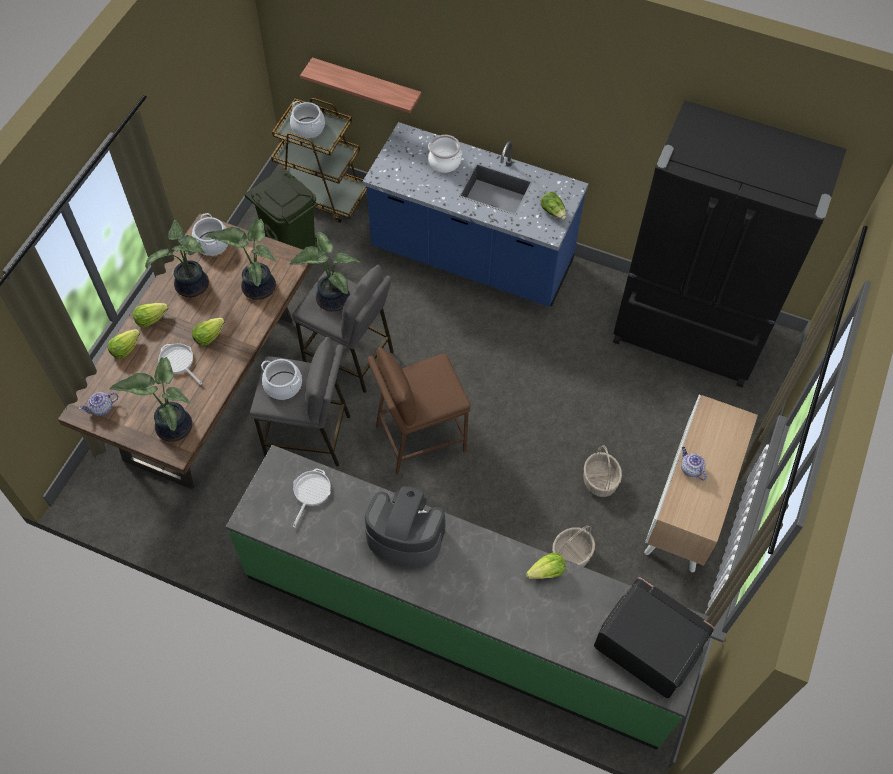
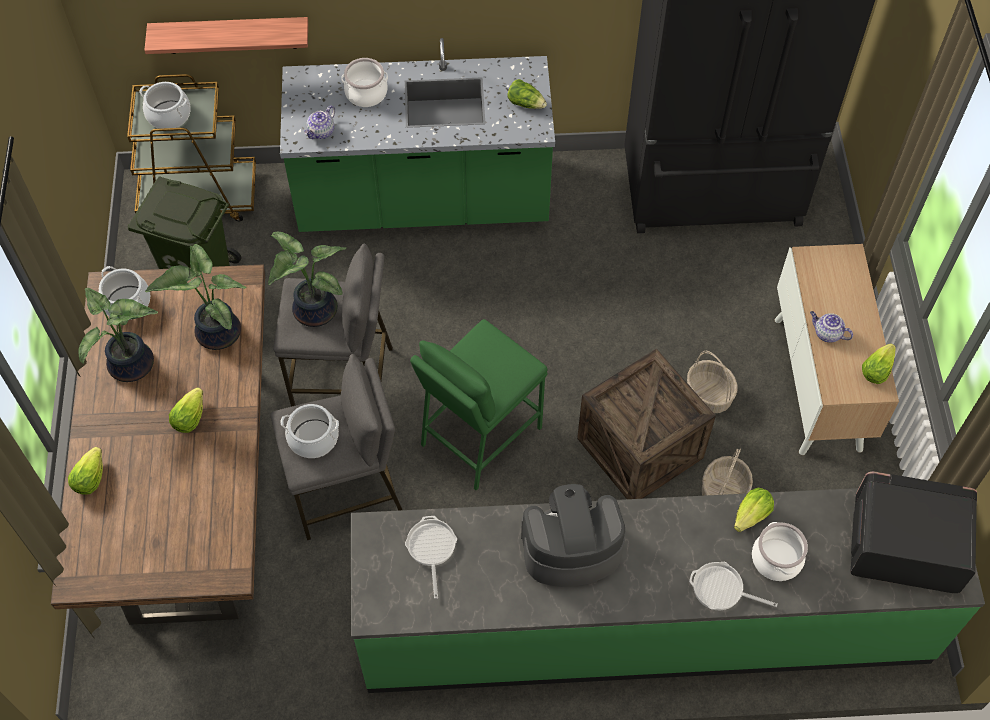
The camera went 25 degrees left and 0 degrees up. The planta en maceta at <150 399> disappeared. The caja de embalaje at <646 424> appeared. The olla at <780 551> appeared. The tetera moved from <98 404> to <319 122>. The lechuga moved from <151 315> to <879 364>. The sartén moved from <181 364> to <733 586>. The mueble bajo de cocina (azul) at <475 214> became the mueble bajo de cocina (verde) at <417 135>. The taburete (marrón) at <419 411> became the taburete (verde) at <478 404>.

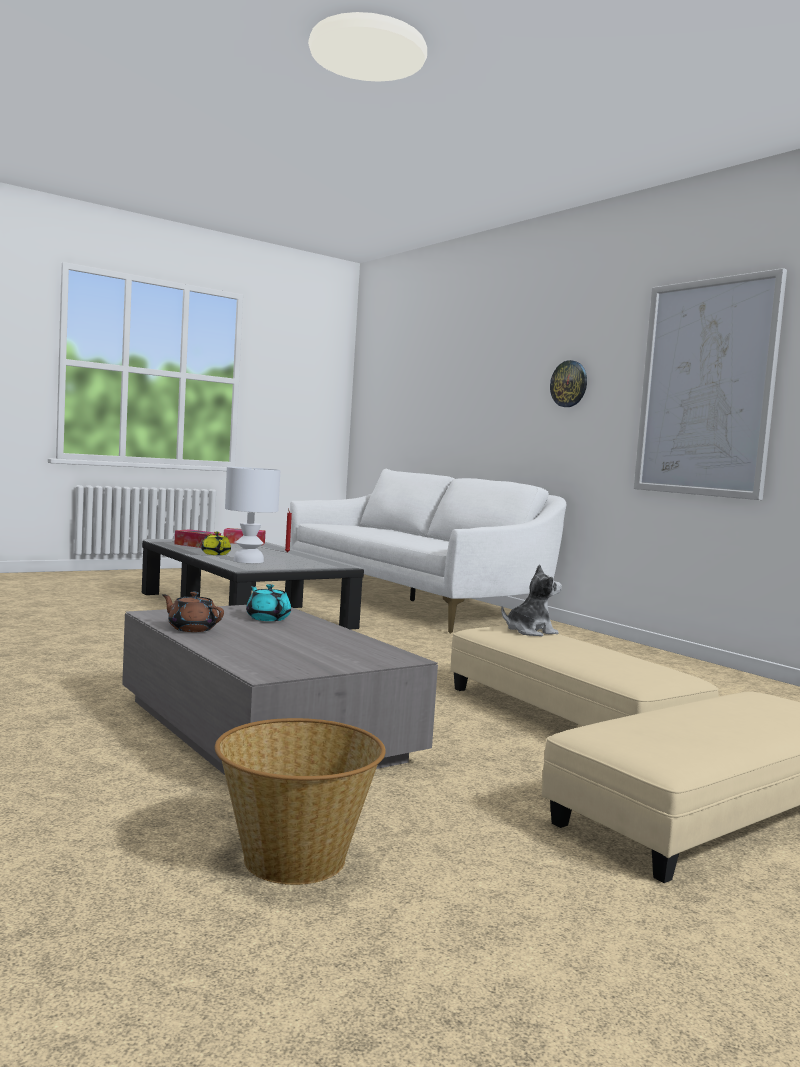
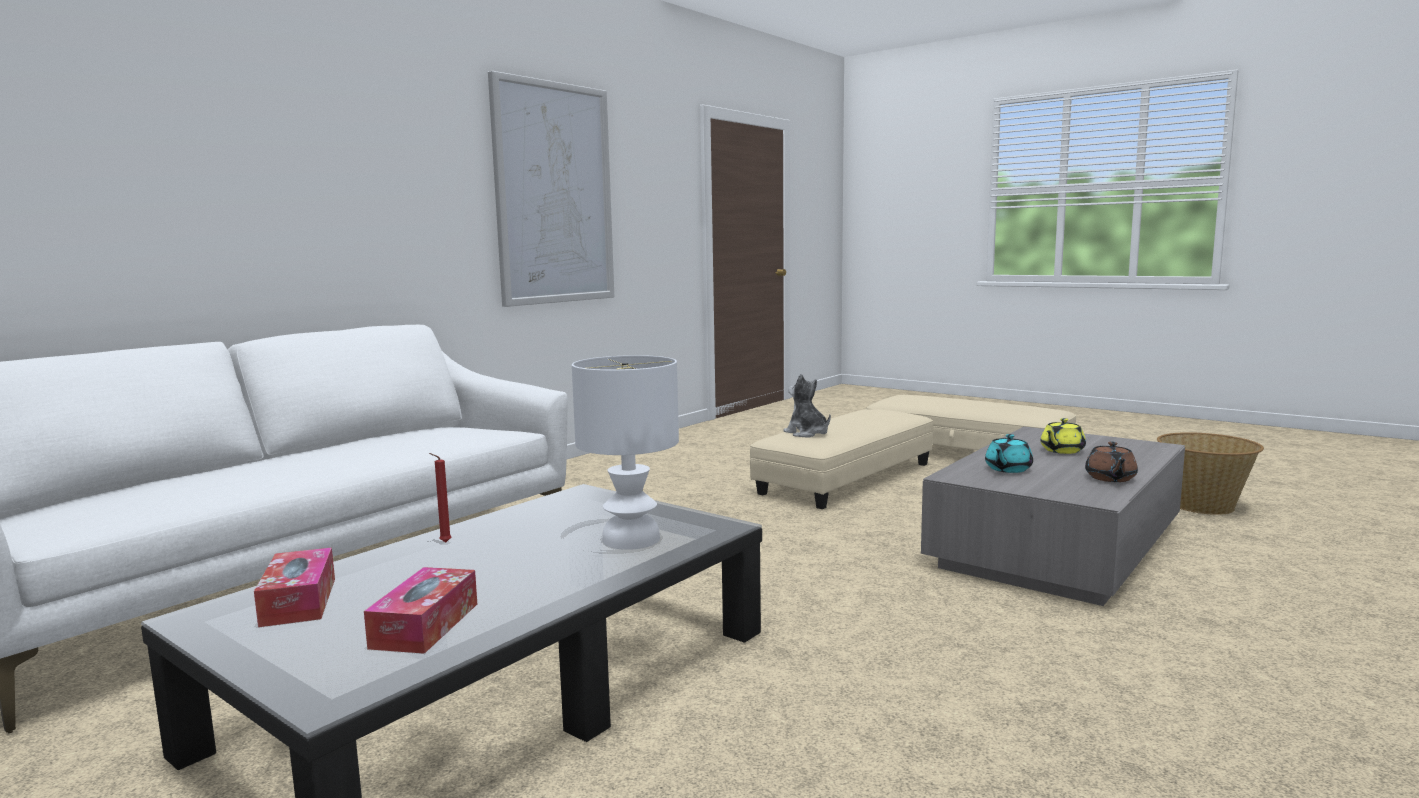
The camera went 105 degrees left and 5 degrees up. The reloj de pared at <568 383> disappeared. The tetera (amarillo) moved from <216 543> to <1063 436>.

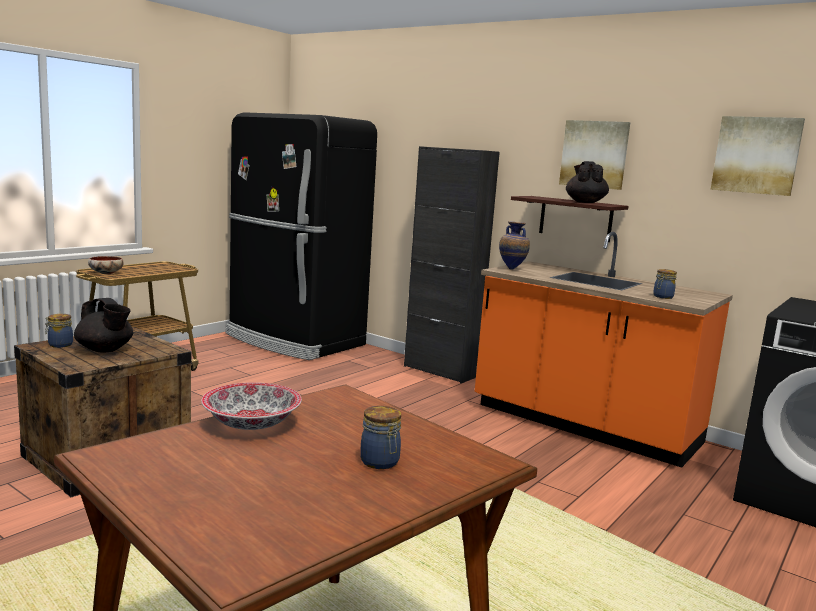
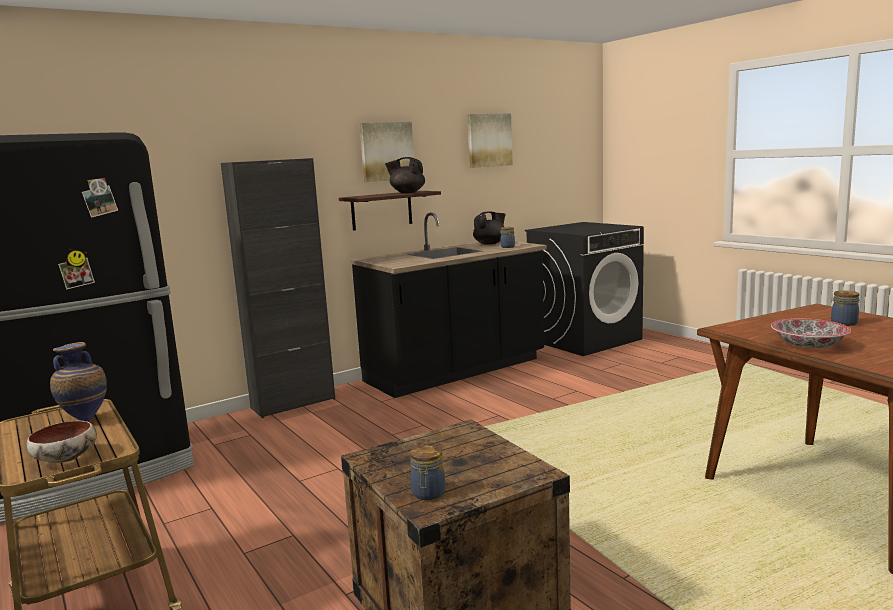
The camera went 70 degrees left and 0 degrees up. The tetera (negro) moved from <103 325> to <489 228>. The florero moved from <514 245> to <78 382>. The mueble bajo de cocina (naranja) at <604 350> became the mueble bajo de cocina (negro) at <448 305>.

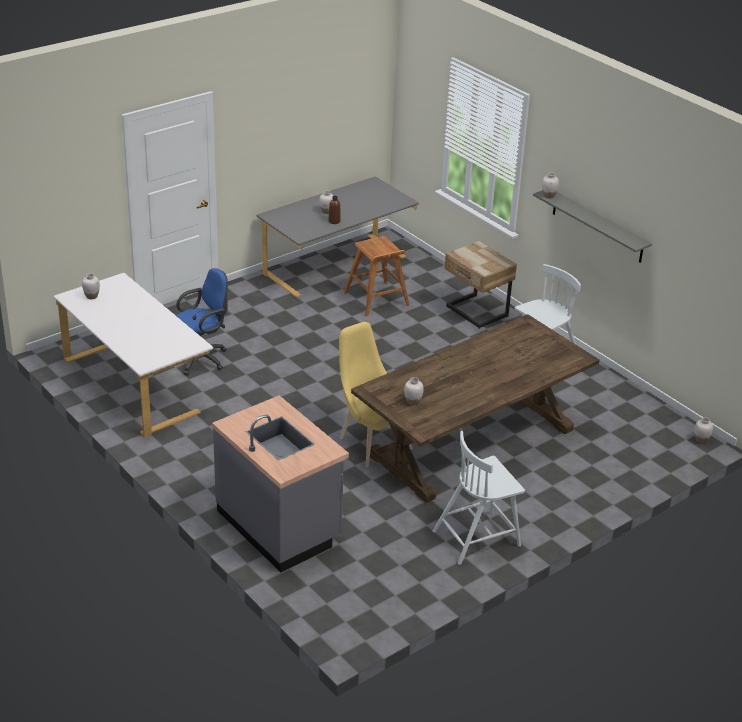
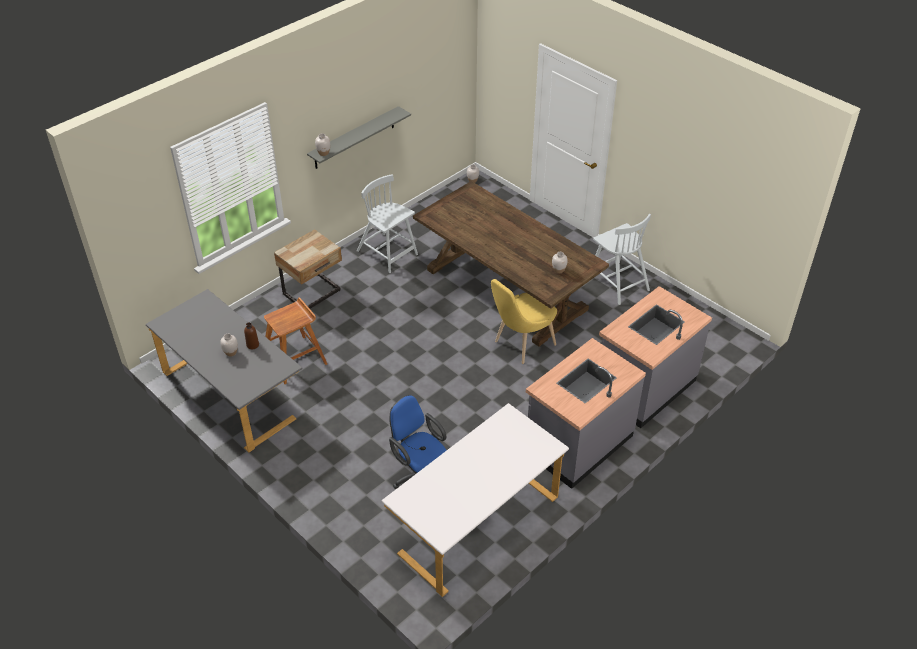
The camera went 95 degrees left and 10 degrees up. The florero (blanco) at <91 286> disappeared. The mueble bajo de cocina (gris) at <586 413> appeared.

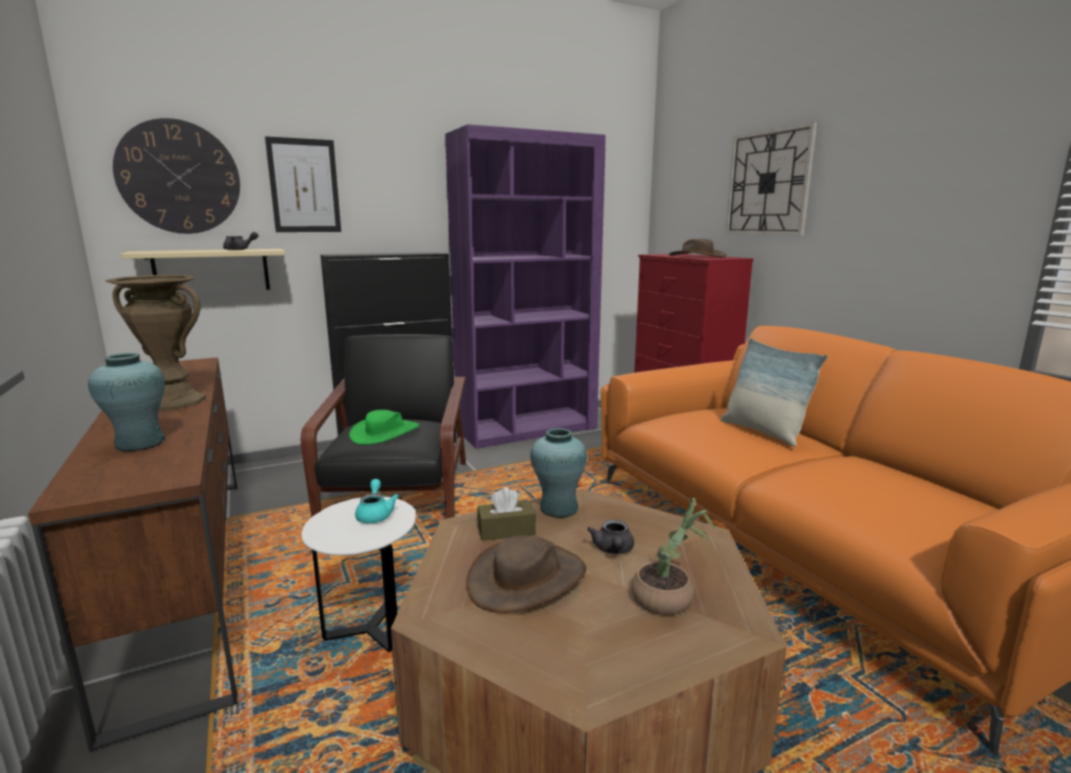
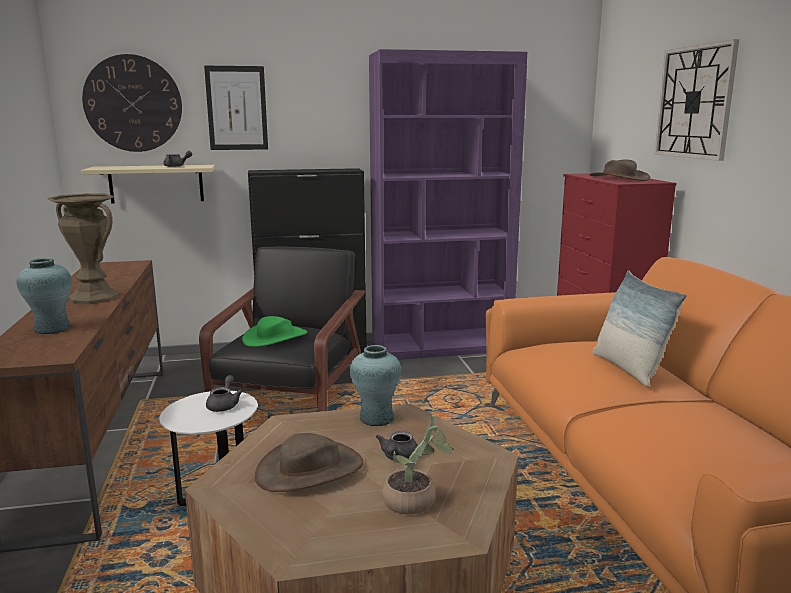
The camera went 15 degrees right and 0 degrees up. The caja de pañuelos (marrón) at <506 514> disappeared. The tetera (turquesa) at <377 501> became the tetera (gris) at <224 393>.

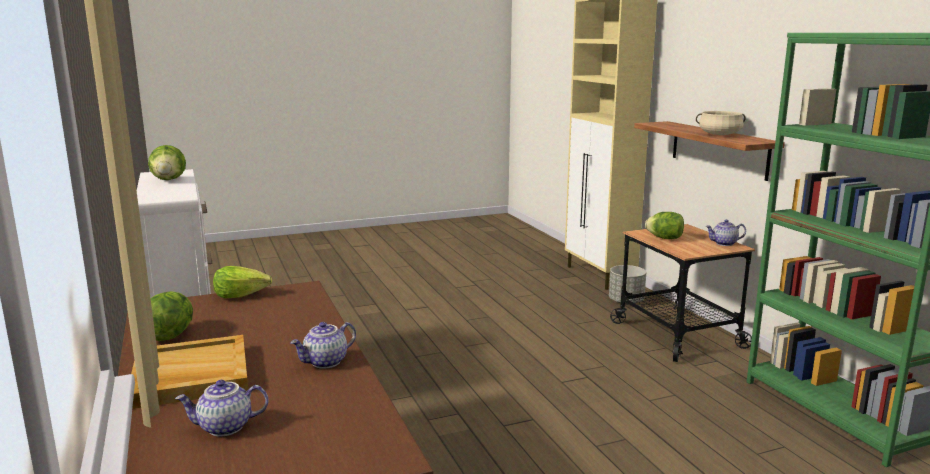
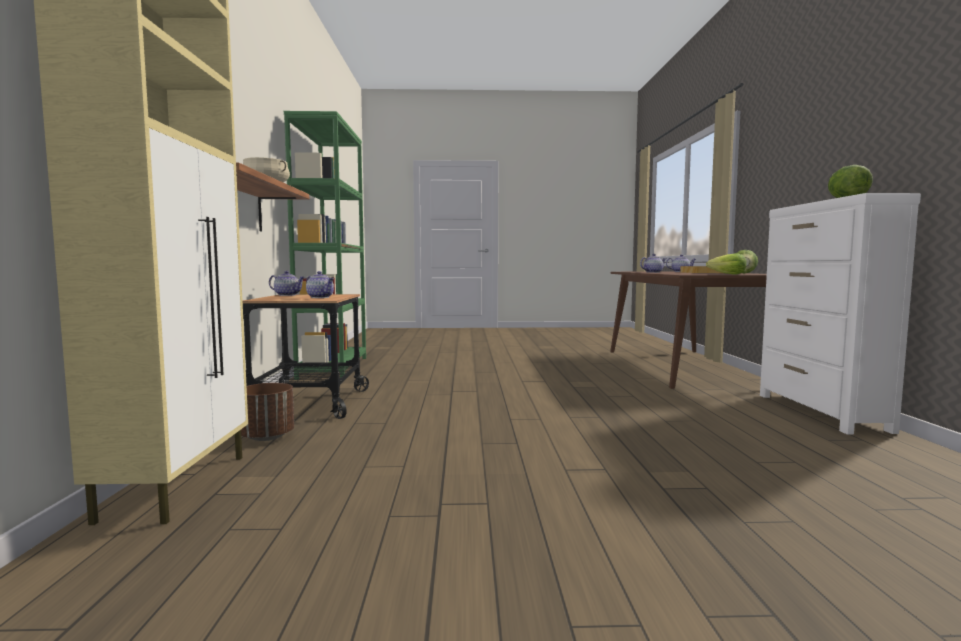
The camera went 160 degrees left and 10 degrees down. The lechuga at <664 225> was replaced by the tetera at <320 284>. The maceta (gris) at <627 285> became the maceta (marrón) at <267 412>.

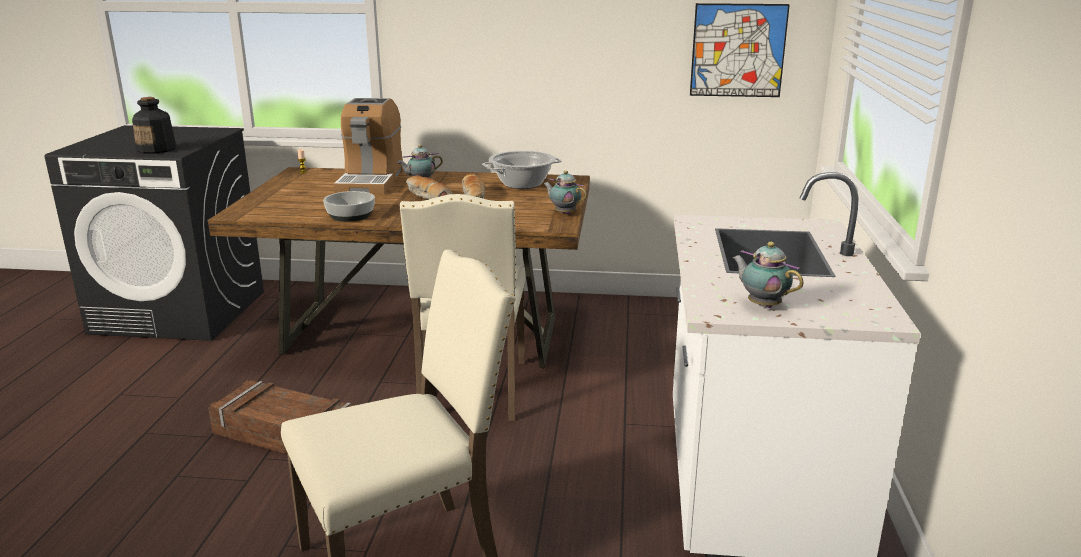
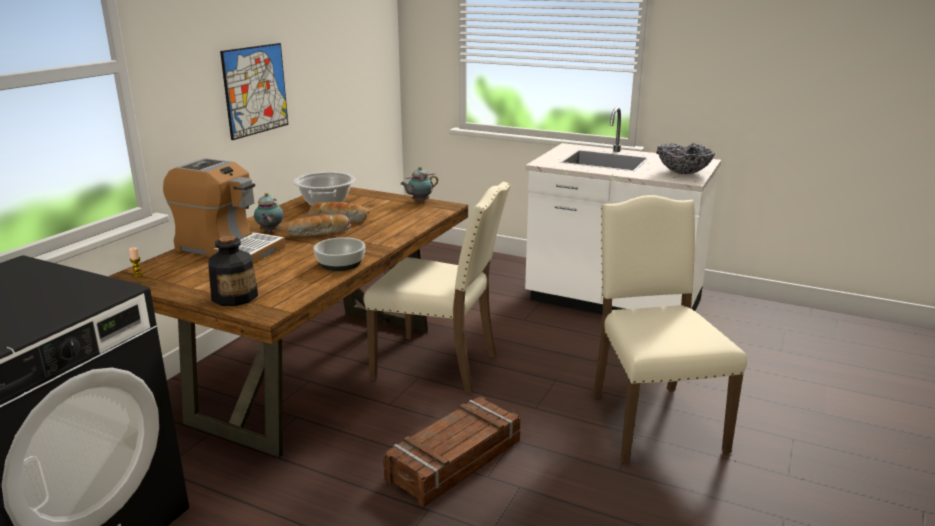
The camera went 70 degrees left and 0 degrees up. The botella moved from <154 125> to <233 271>. The cuadro moved from <740 50> to <254 91>. The tetera at <767 275> was replaced by the cuenco at <686 158>.

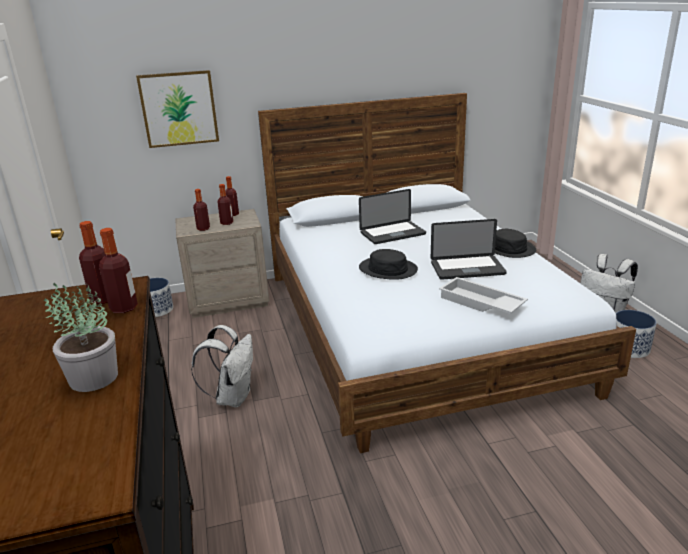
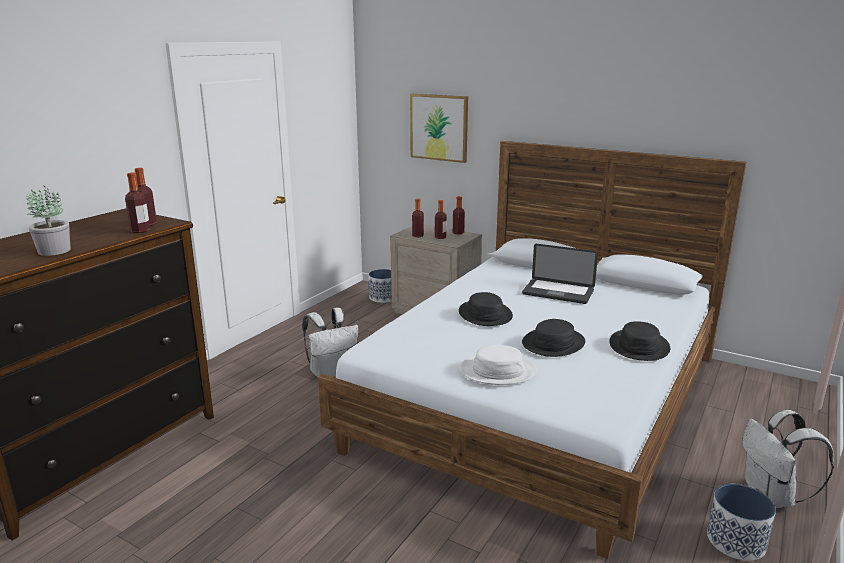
The camera went 45 degrees right and 5 degrees down. The portátil at <469 249> was replaced by the sombrero (negro) at <553 338>. The bandeja (blanco) at <483 295> was replaced by the sombrero (blanco) at <498 365>.

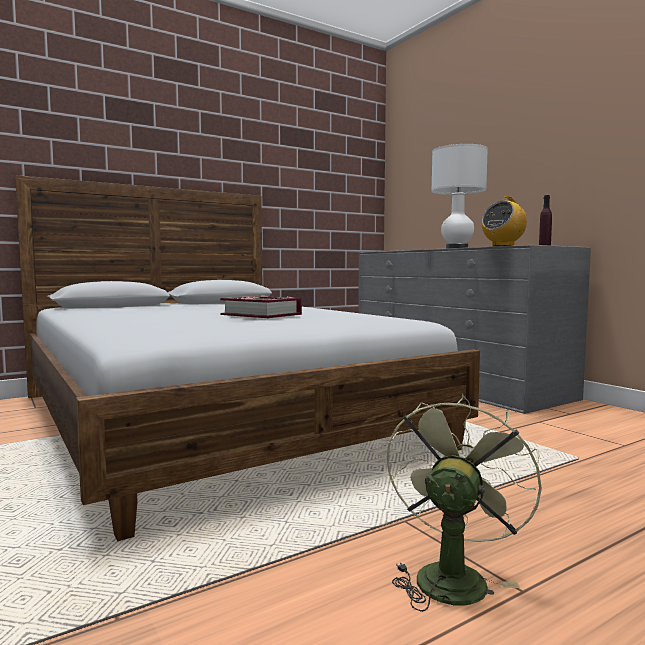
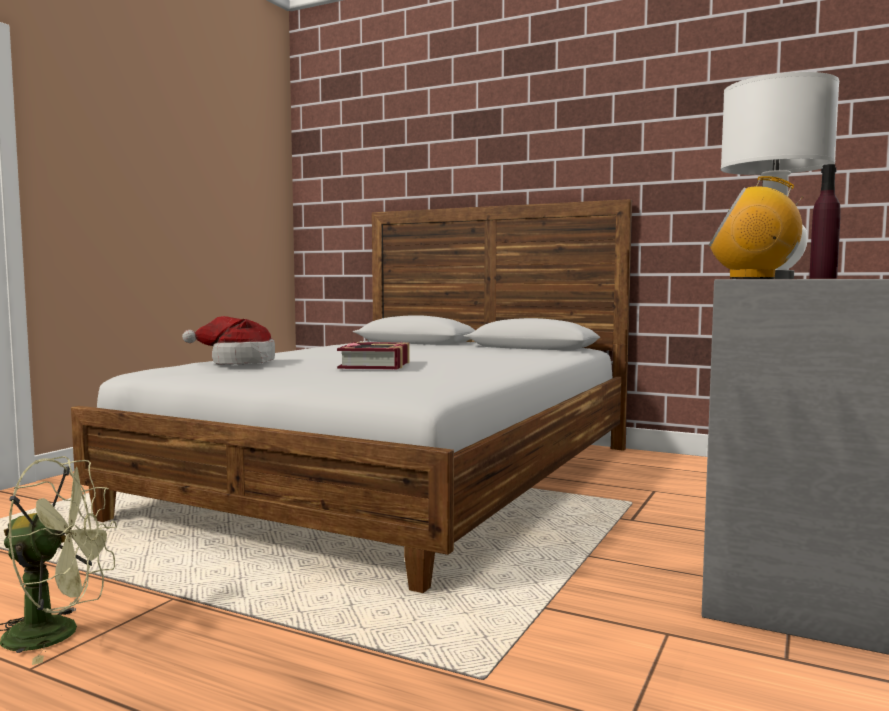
The camera went 60 degrees right and 0 degrees up. The sombrero at <228 340> appeared.

